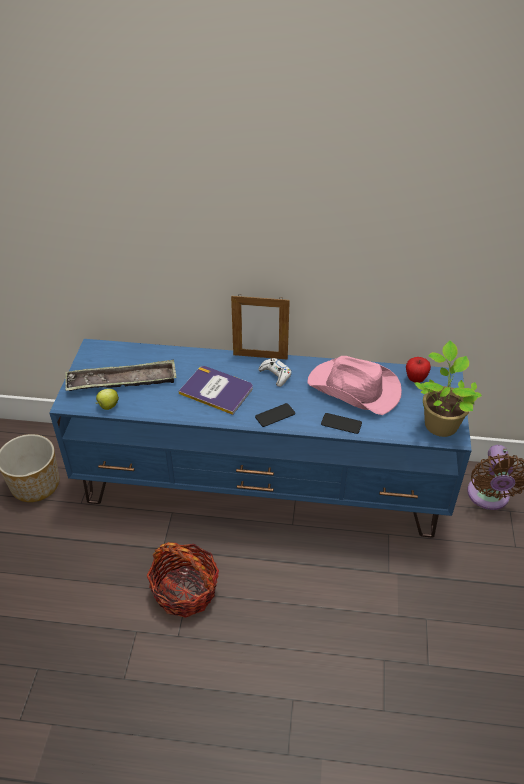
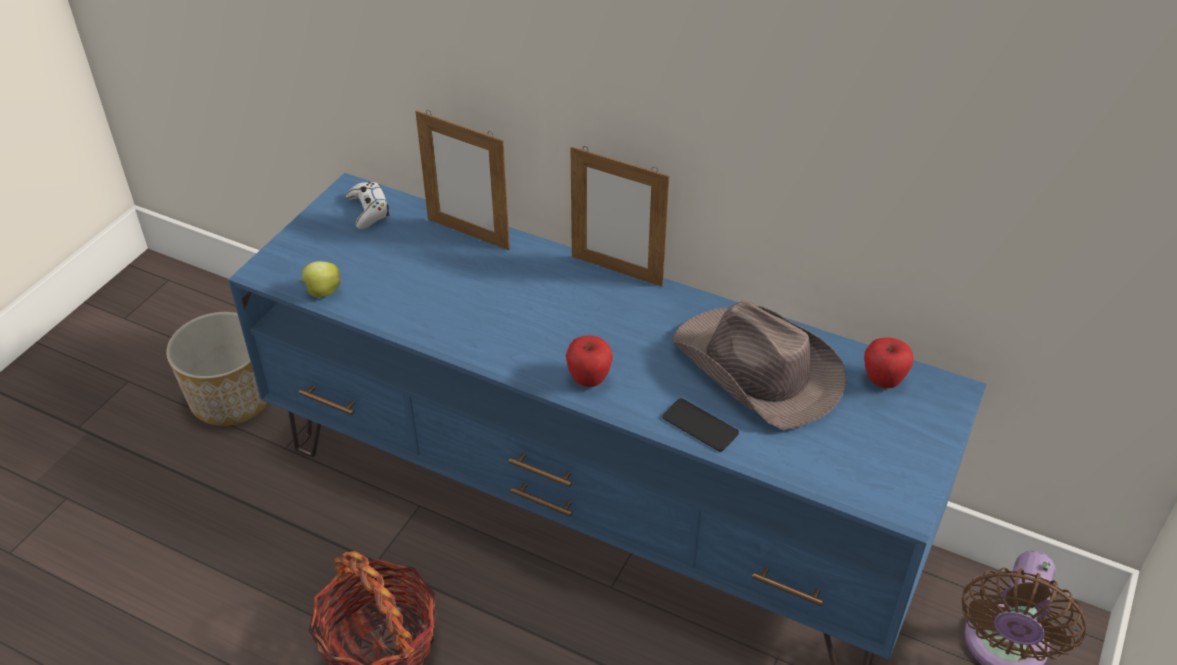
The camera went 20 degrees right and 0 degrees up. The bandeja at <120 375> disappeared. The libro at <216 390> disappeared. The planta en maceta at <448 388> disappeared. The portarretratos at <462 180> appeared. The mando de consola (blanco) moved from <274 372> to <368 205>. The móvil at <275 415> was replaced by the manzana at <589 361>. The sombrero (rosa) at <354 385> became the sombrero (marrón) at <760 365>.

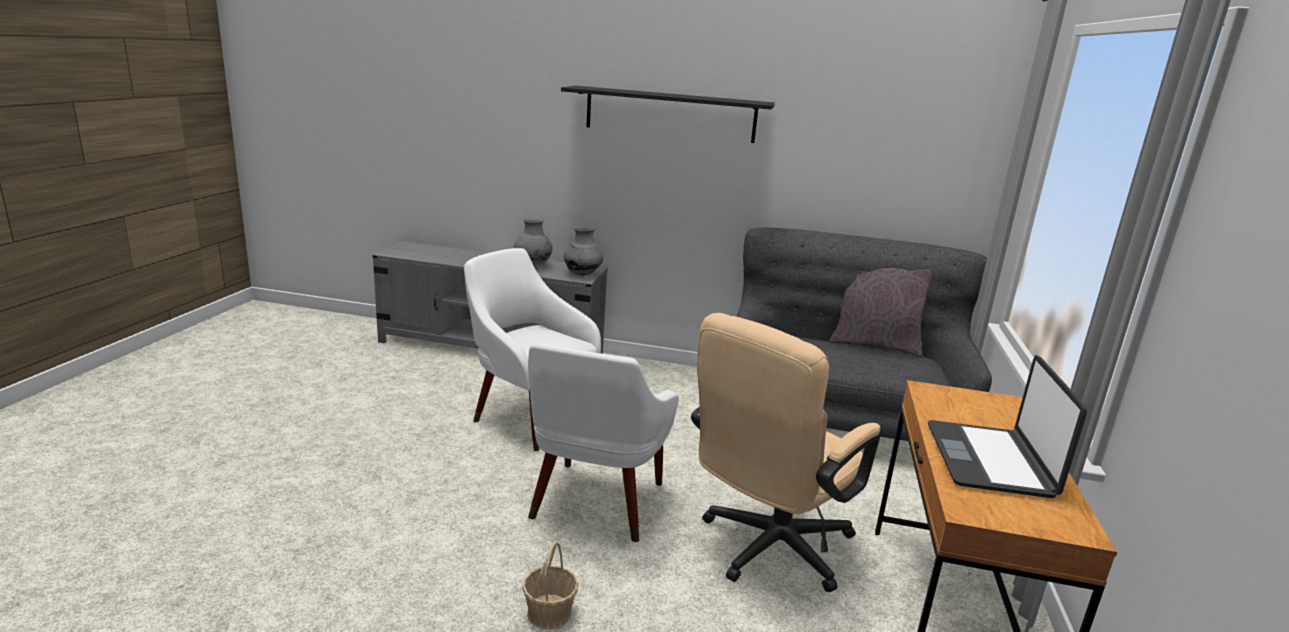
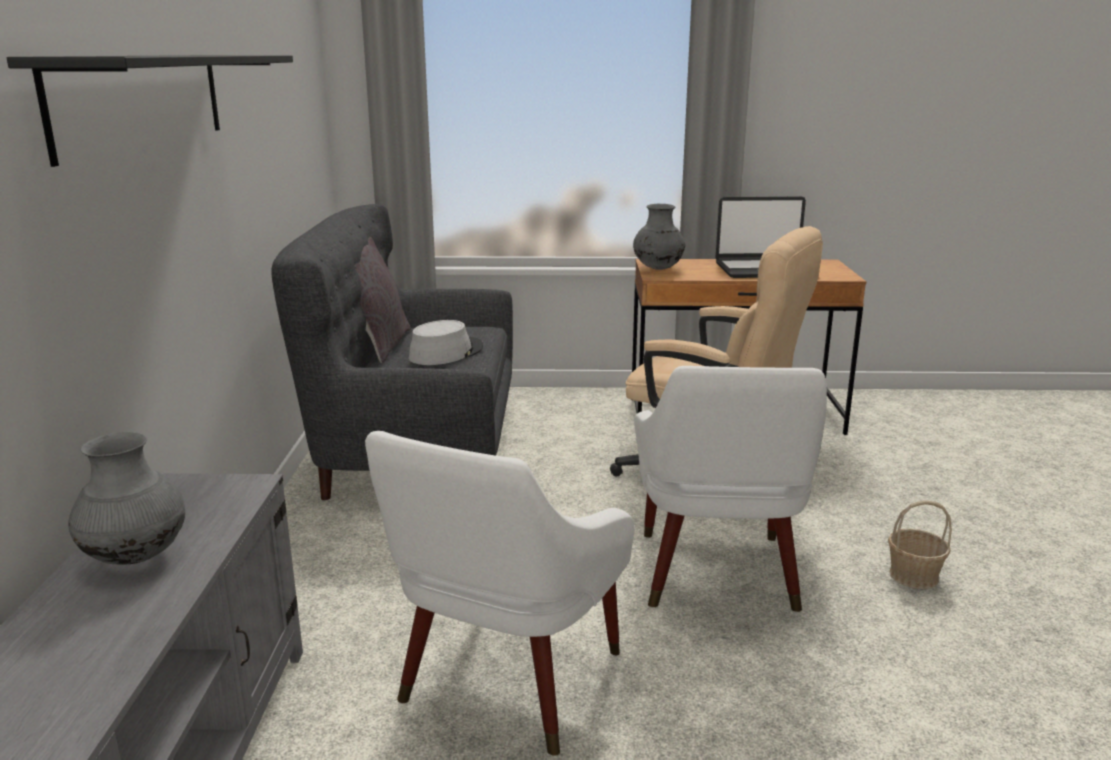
The camera went 100 degrees left and 0 degrees up. The sombrero (gris) at <446 342> appeared. The florero (gris) moved from <583 250> to <659 237>. The sillón (blanco) at <603 442> turned 90 degrees clockwise.

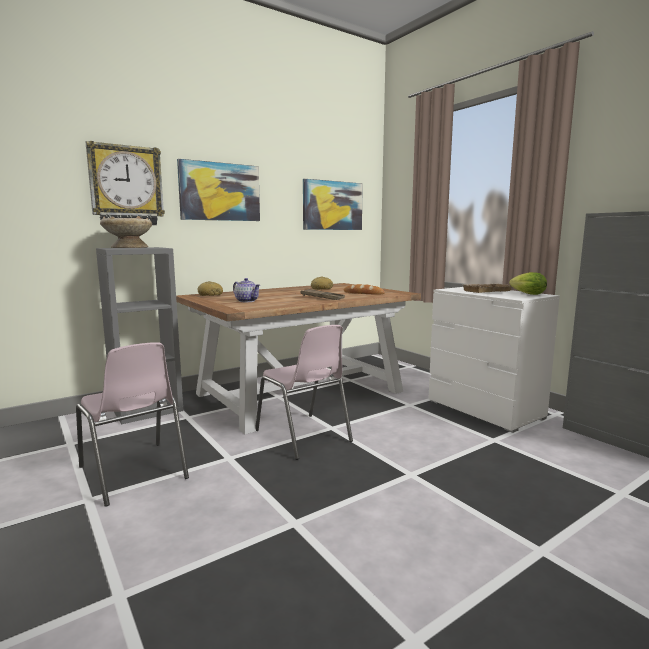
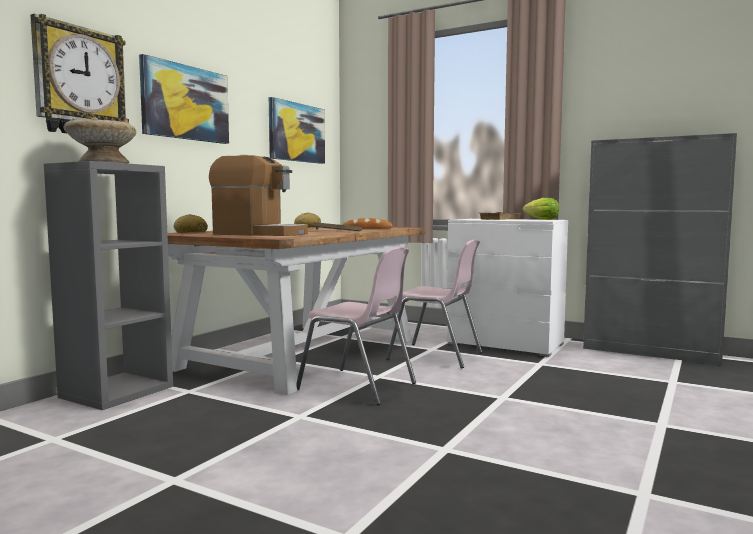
The camera went 25 degrees left and 5 degrees down. The silla (rosa) moved from <132 424> to <434 303>. The tetera at <246 290> was replaced by the cafetera at <258 195>.

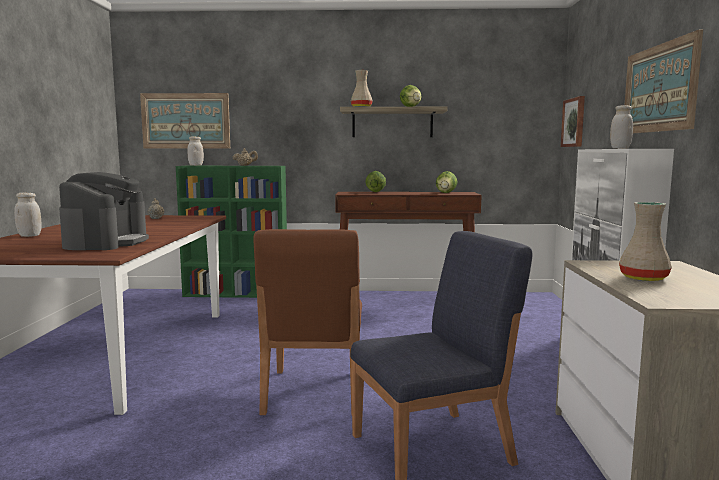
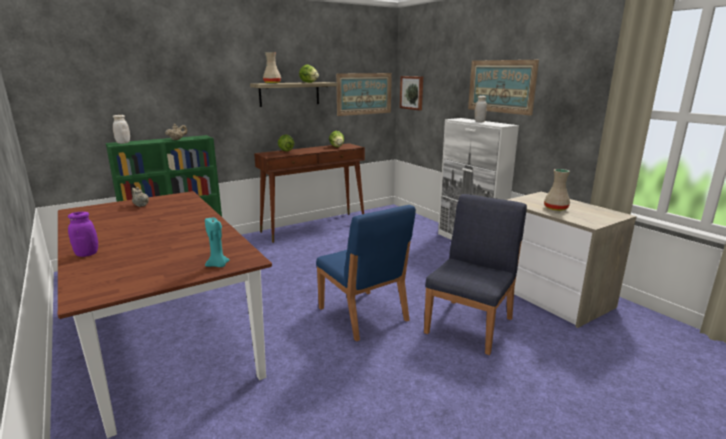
The camera went 35 degrees left and 10 degrees up. The cafetera at <104 211> disappeared. The vela (turquesa) at <217 242> appeared. The cuadro moved from <185 121> to <364 94>. The tarro (blanco) at <28 215> became the tarro (morado) at <83 234>. The silla (marrón) at <307 322> became the silla (azul) at <366 273>.

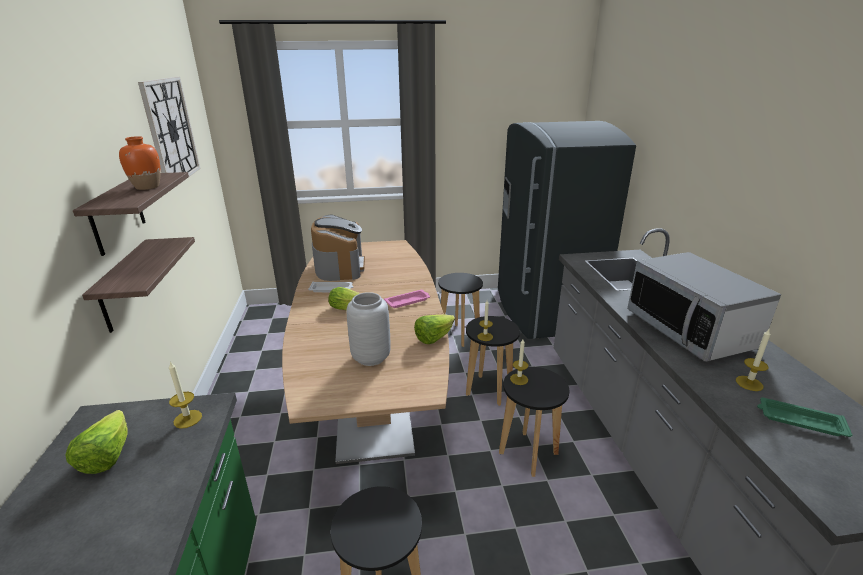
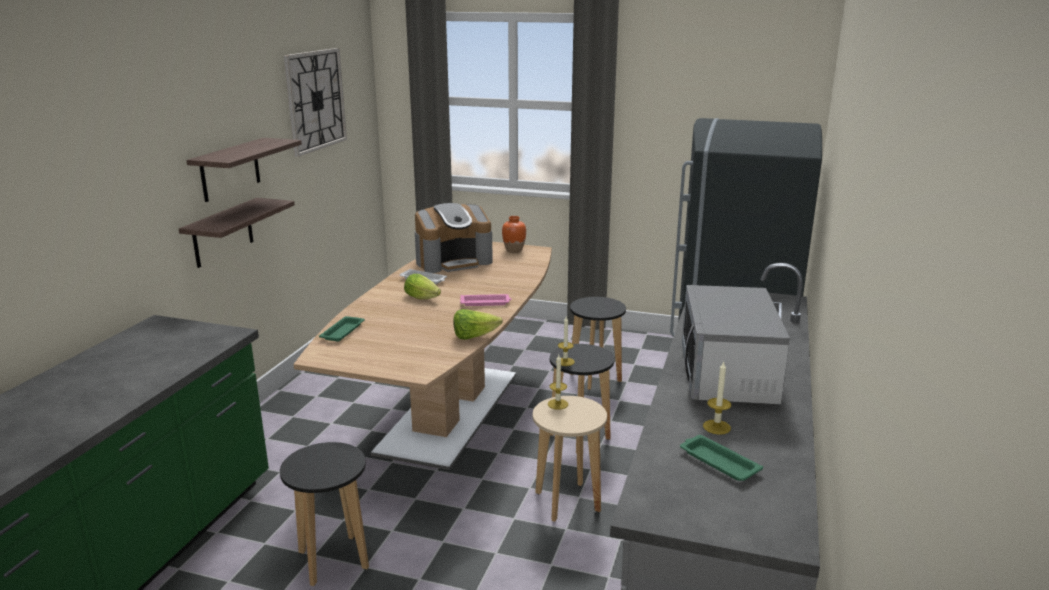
The camera went 25 degrees right and 5 degrees down. The lechuga at <97 442> disappeared. The vela at <185 395> disappeared. The florero (gris) at <369 329> disappeared. The bandeja (verde) at <342 329> appeared. The florero (naranja) moved from <140 163> to <514 234>. The taburete (negro) at <534 422> became the taburete (beis) at <570 459>. The cafetera at <338 247> turned 45 degrees clockwise.

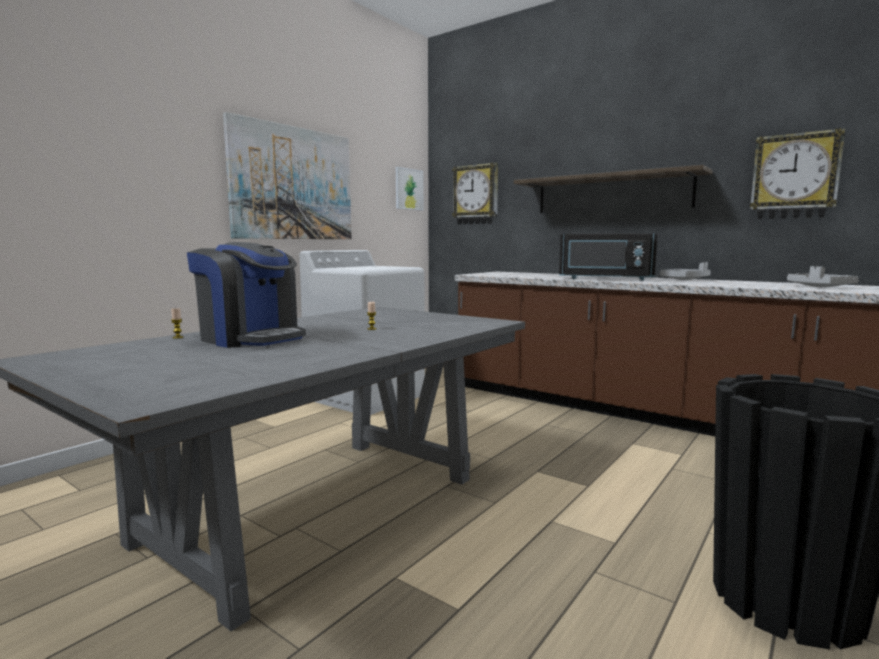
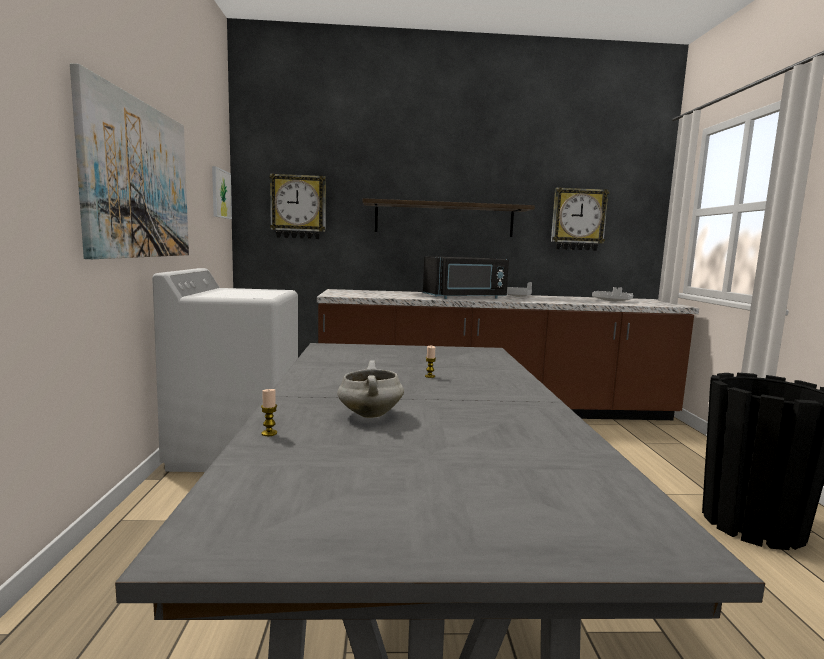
The camera went 40 degrees left and 0 degrees up. The cafetera at <246 295> was replaced by the olla (blanco) at <370 389>.

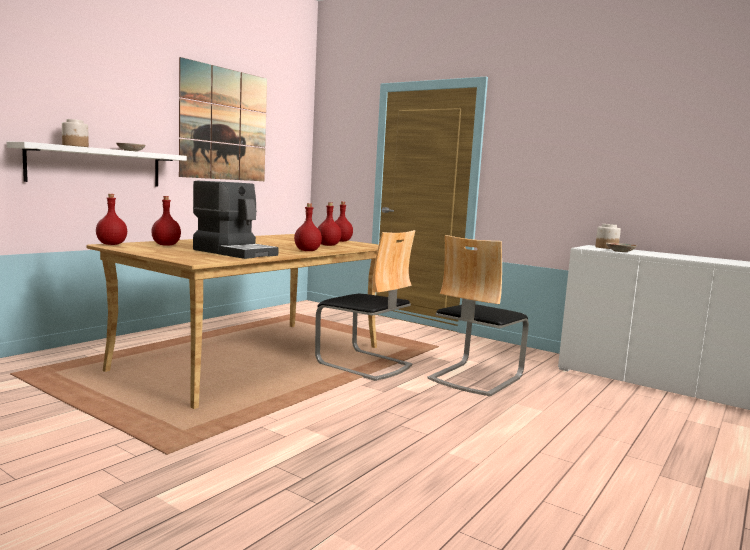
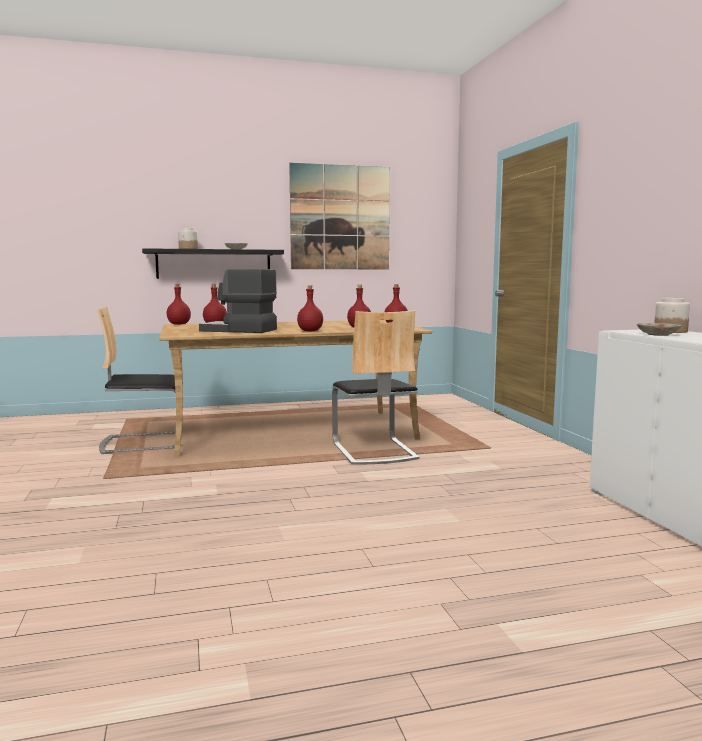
The camera went 40 degrees right and 0 degrees up. The silla moved from <478 315> to <136 380>. The estante (blanco) at <97 164> became the estante (negro) at <213 263>. The cafetera at <236 219> turned 120 degrees clockwise.

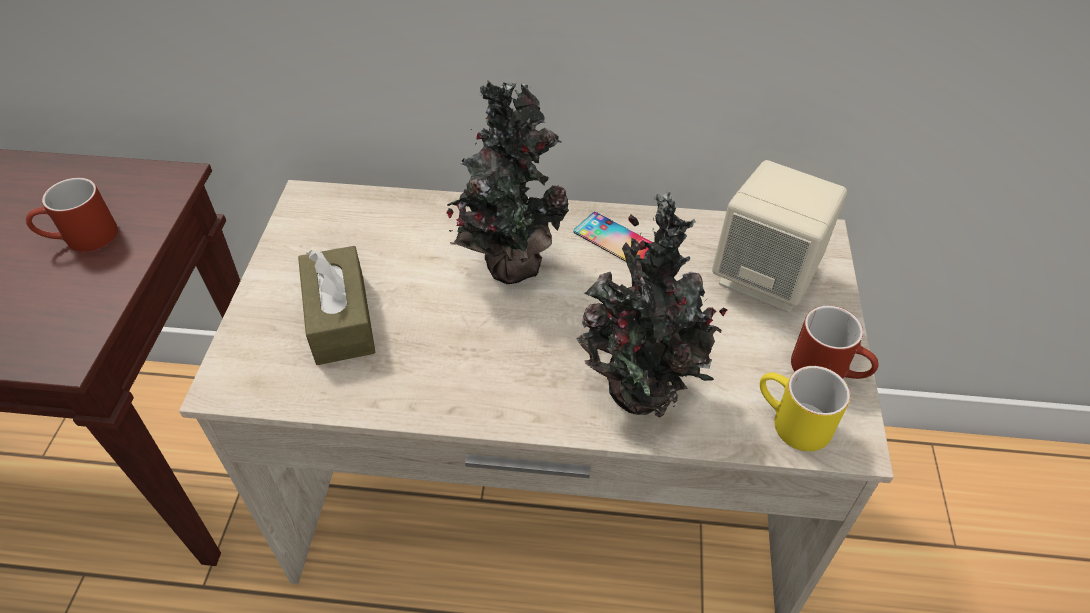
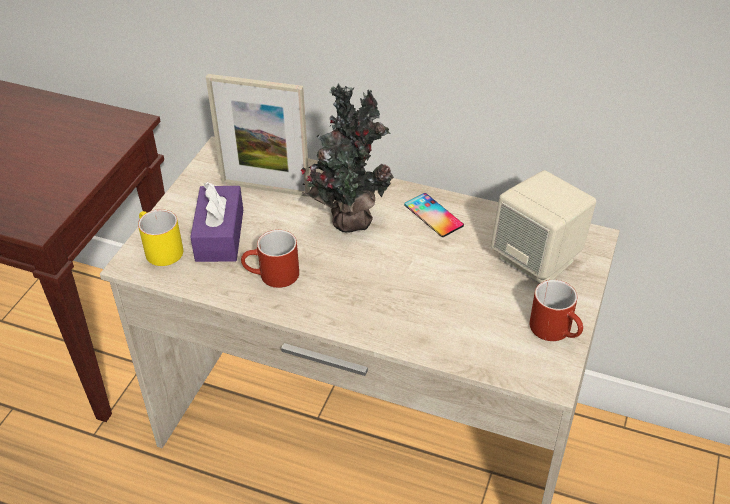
The camera went 15 degrees right and 5 degrees down. The planta en maceta at <652 304> disappeared. The portarretratos at <258 135> appeared. The taza grande (rojo) moved from <72 215> to <270 259>. The taza grande (amarillo) moved from <805 408> to <160 237>. The caja de pañuelos (marrón) at <337 305> became the caja de pañuelos (morado) at <216 222>.

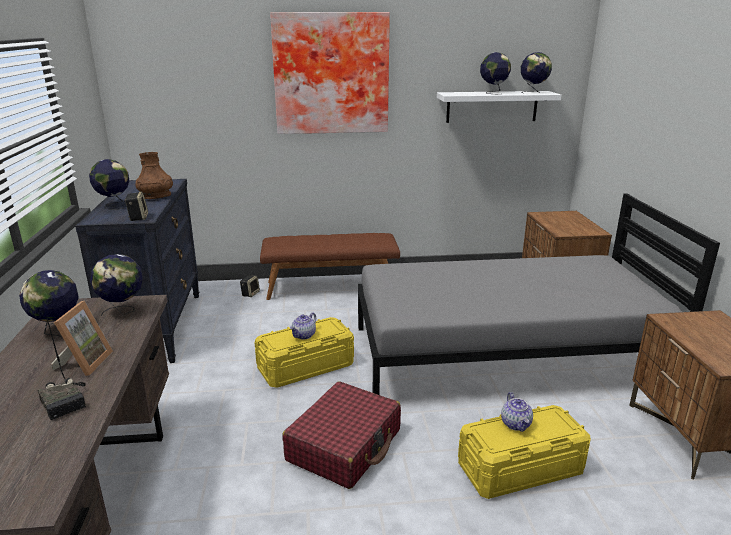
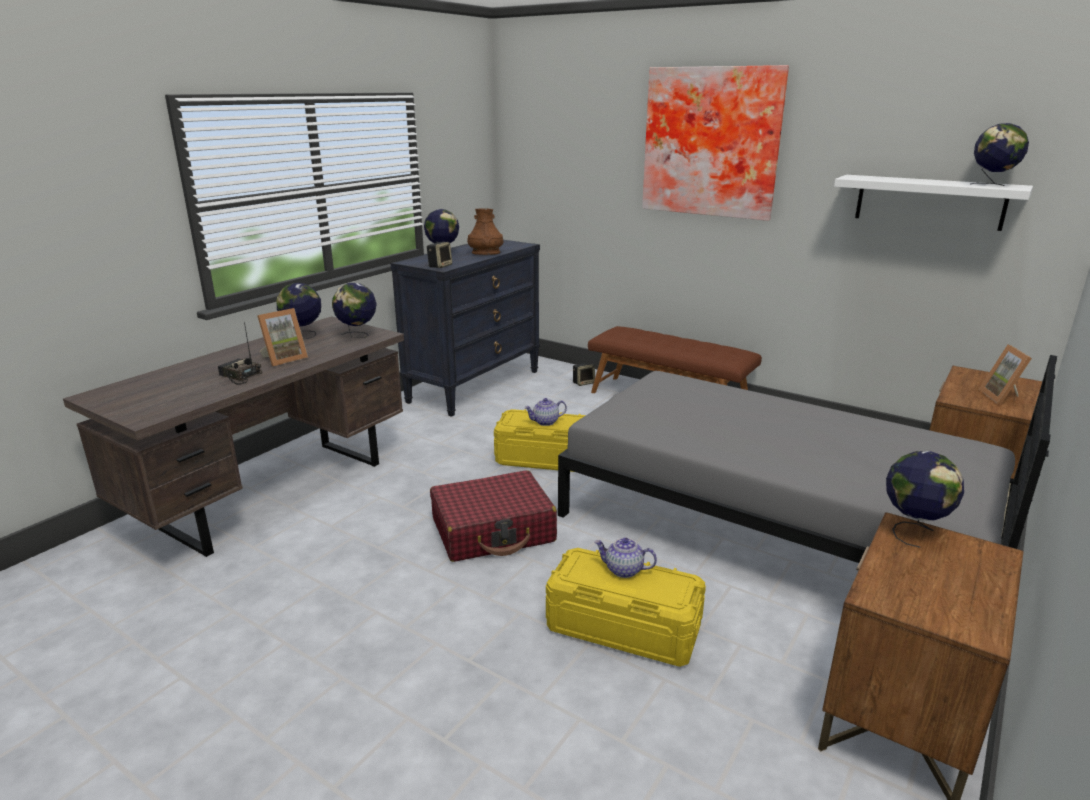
The camera went 40 degrees right and 0 degrees up. The portarretratos at <1005 375> appeared. The globo terráqueo moved from <495 73> to <925 499>. The radio at <61 369> turned 120 degrees clockwise. The tetera at <517 412> turned 75 degrees clockwise.

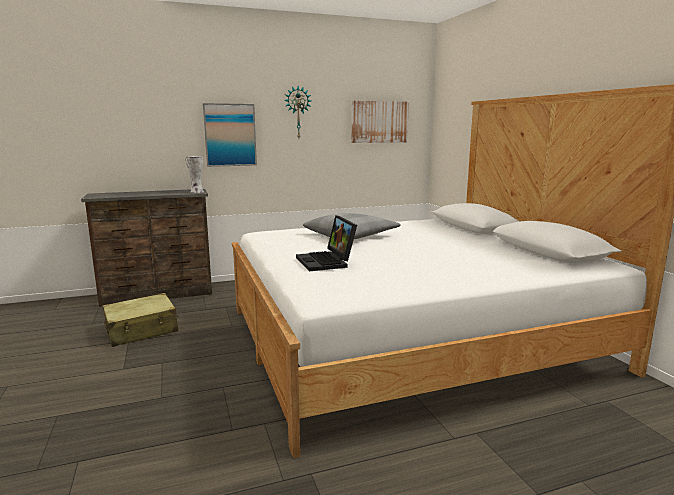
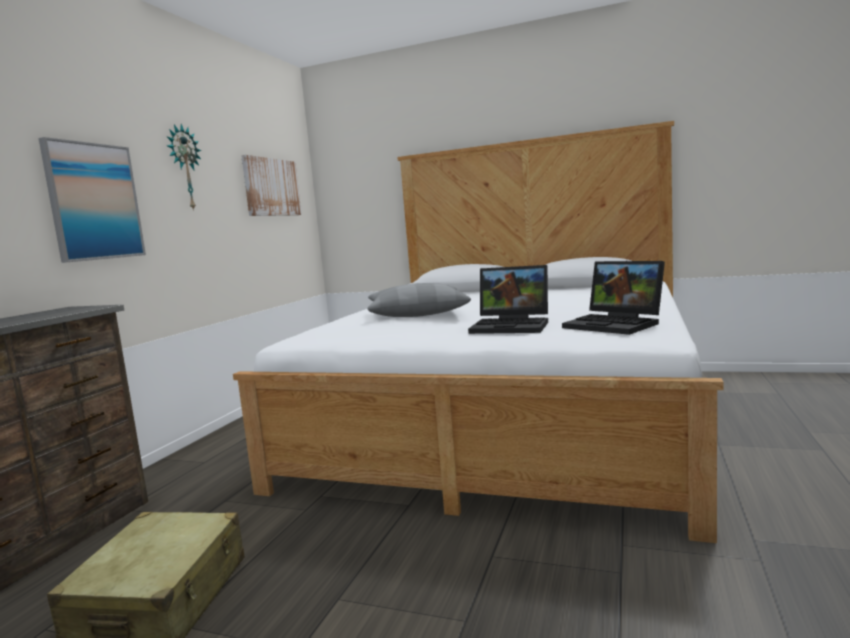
The camera went 50 degrees left and 5 degrees down. The florero at <194 175> disappeared. The portátil at <613 298> appeared.

